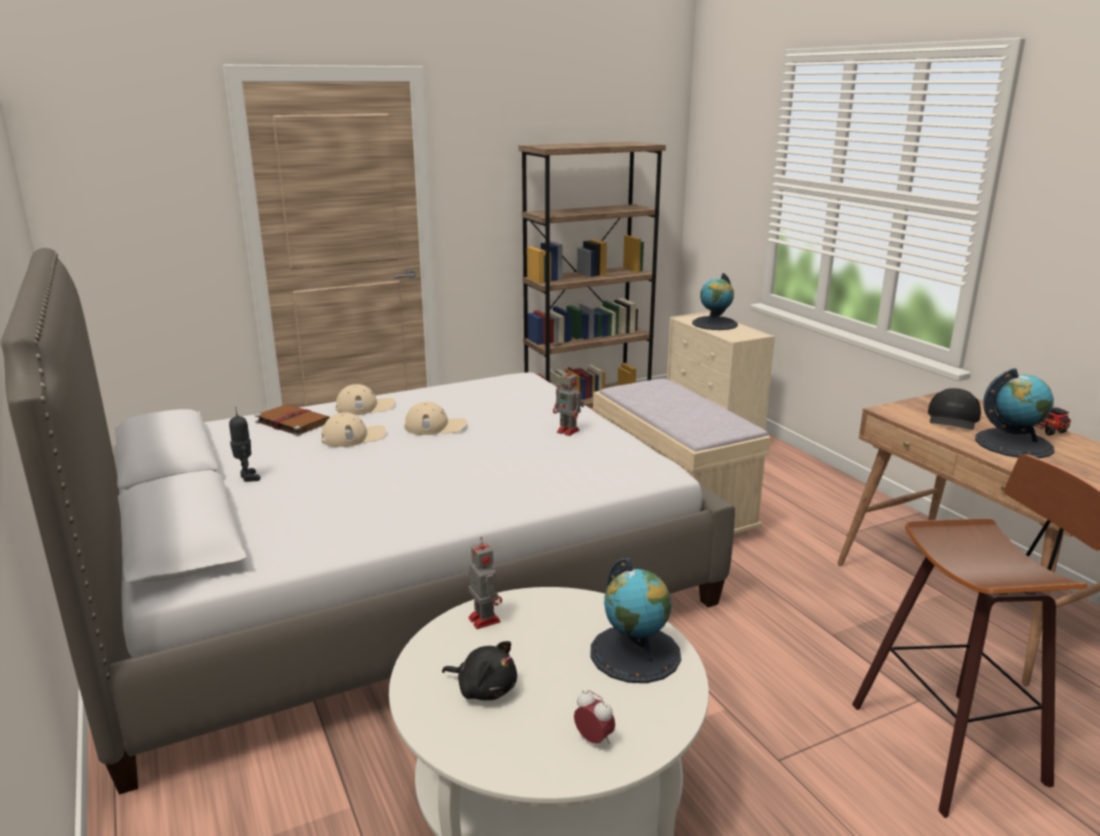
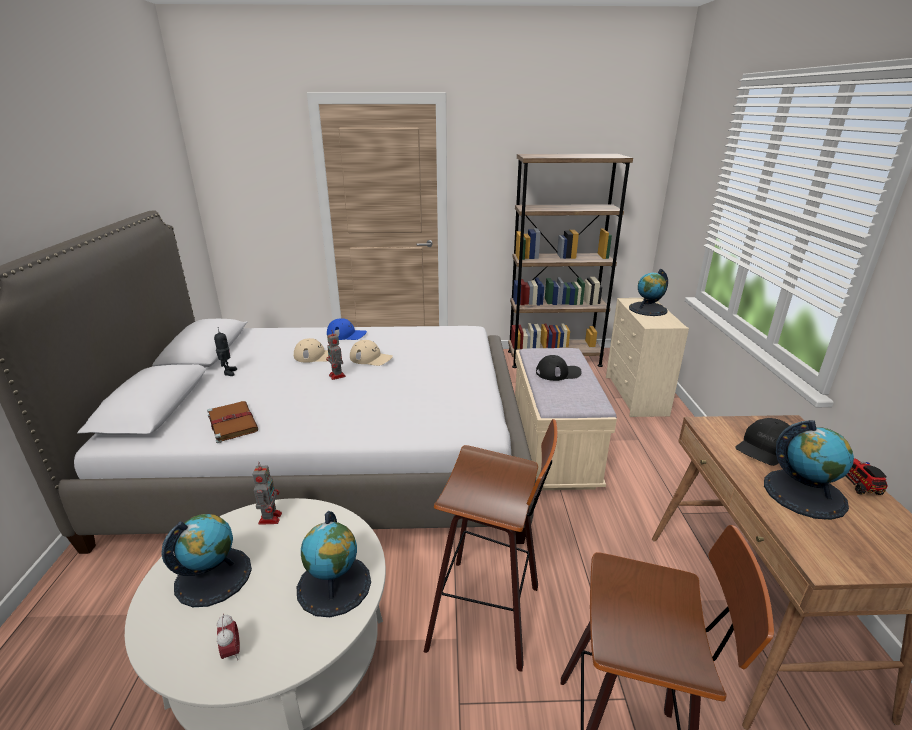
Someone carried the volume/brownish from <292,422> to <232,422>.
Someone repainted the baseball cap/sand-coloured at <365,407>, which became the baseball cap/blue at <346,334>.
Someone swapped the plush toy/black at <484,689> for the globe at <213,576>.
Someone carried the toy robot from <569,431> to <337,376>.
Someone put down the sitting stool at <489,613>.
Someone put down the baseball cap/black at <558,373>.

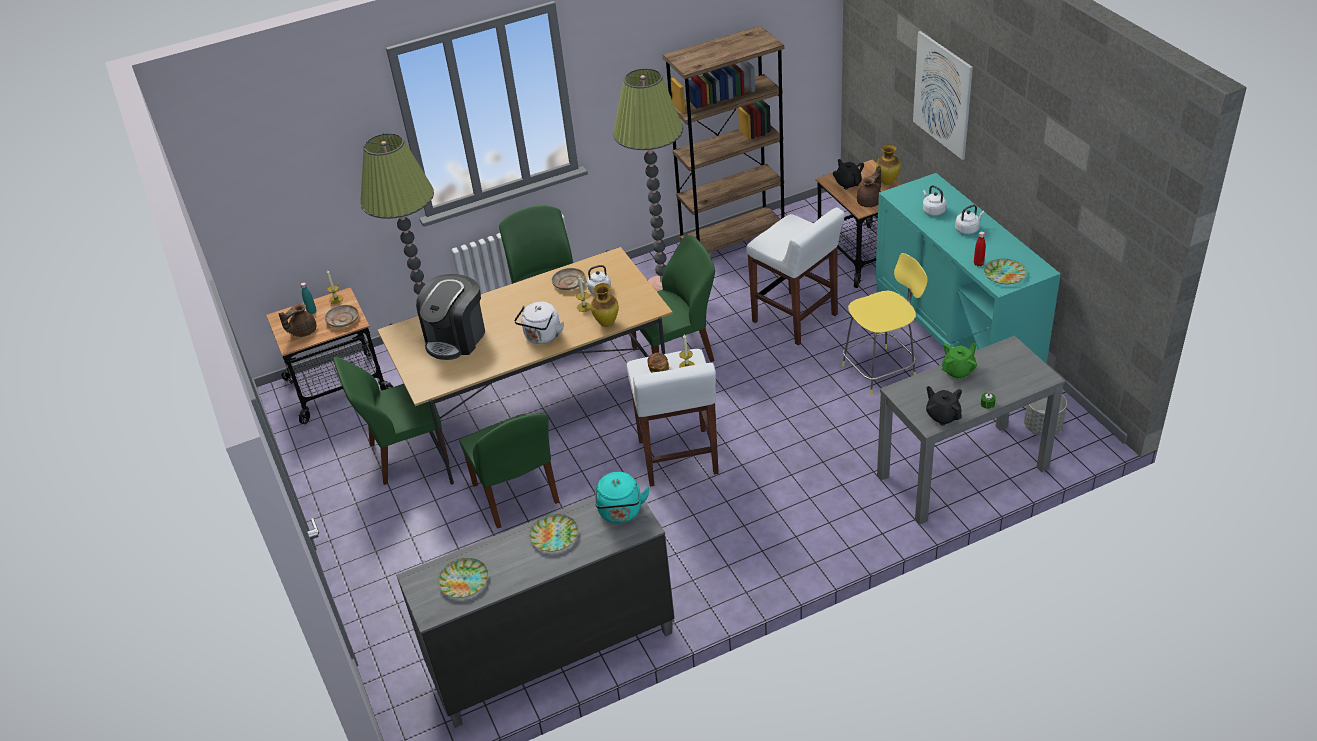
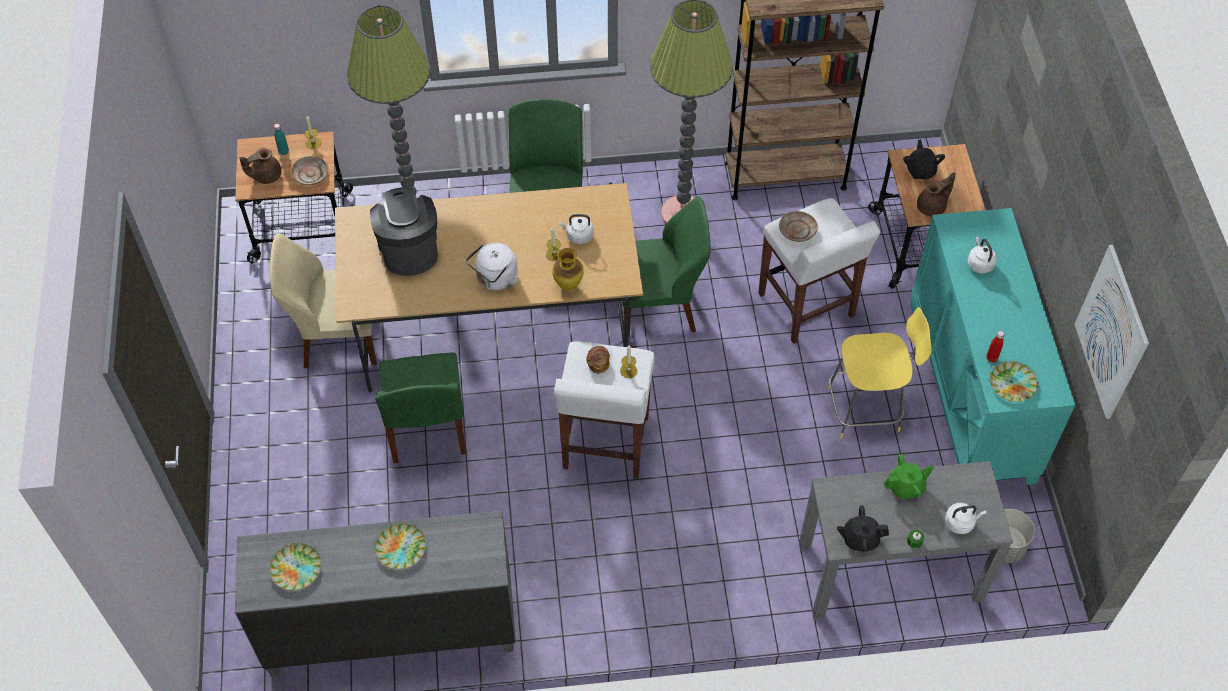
Someone repainted the chair/greenish at <406,454>, which became the chair/sand-coloured at <338,338>.
Someone rotated the coffee brewer at <456,338> by 120 degrees clockwise.
Someone carried the dinner plate/sand-coloured from <569,283> to <797,230>.
Someone took away the water kettle/turquoise-coloured at <621,513>.
Someone took away the decorative vase at <888,182>.
Someone carried the picture from <942,95> to <1111,333>.
Someone rotated the tea pot/black at <942,416> by 75 degrees counterclockwise.
Someone carried the water kettle/white from <968,229> to <960,522>.

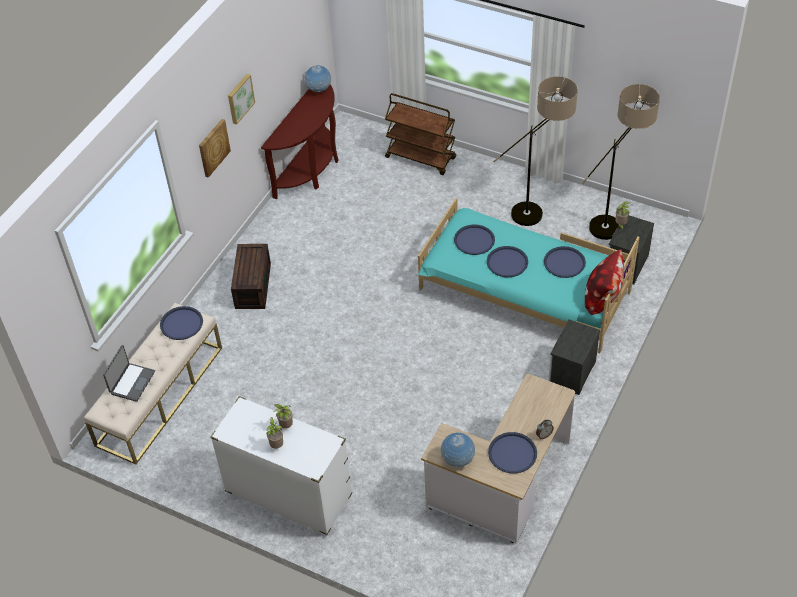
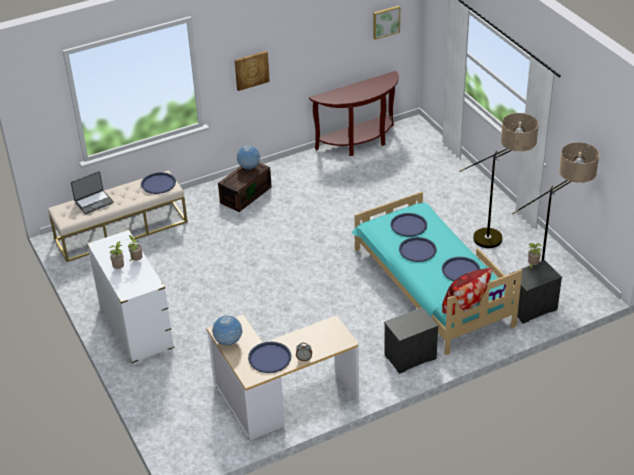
Someone carried the picture from <239,98> to <385,21>.
Someone carried the globe from <319,90> to <249,168>.
Someone took away the trolley/brownish at <421,158>.

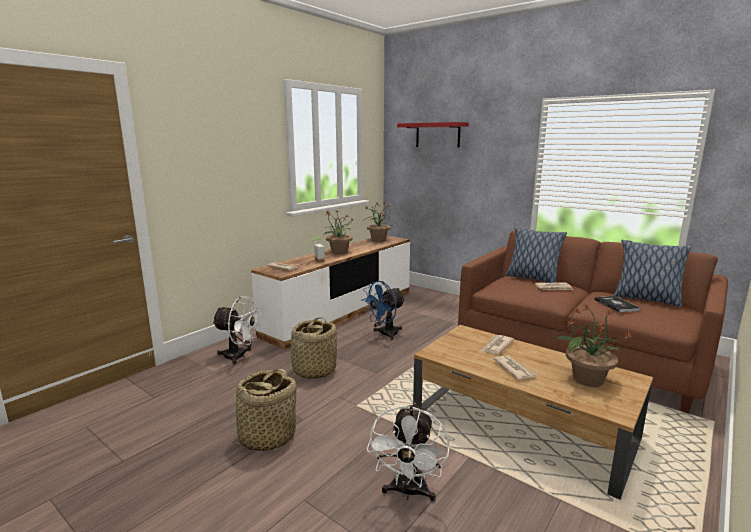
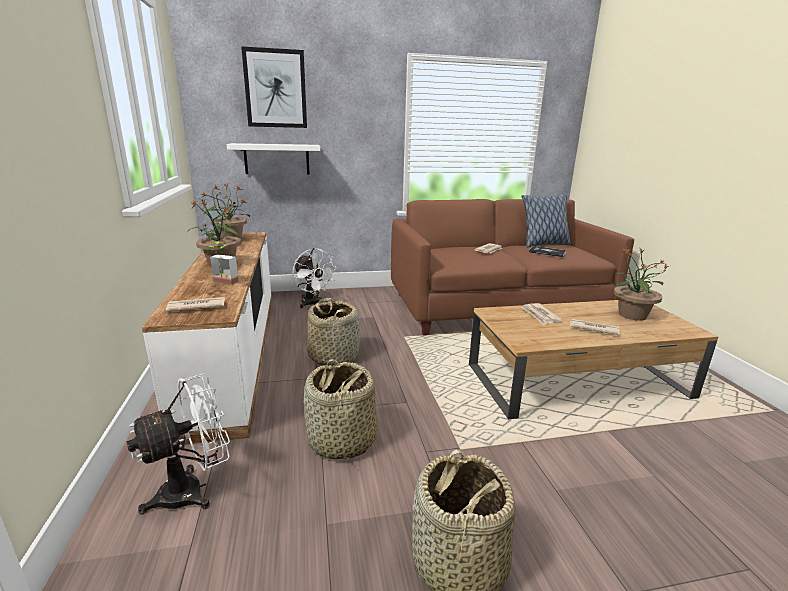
Someone swapped the electric fan/blue at <384,334> for the basket at <334,356>.
Someone carried the electric fan/white from <408,492> to <313,304>.
Someone swapped the bracket shelf/red at <437,135> for the picture at <275,89>.
Someone took away the pillow at <532,278>.
Someone put up the bracket shelf/white at <277,159>.

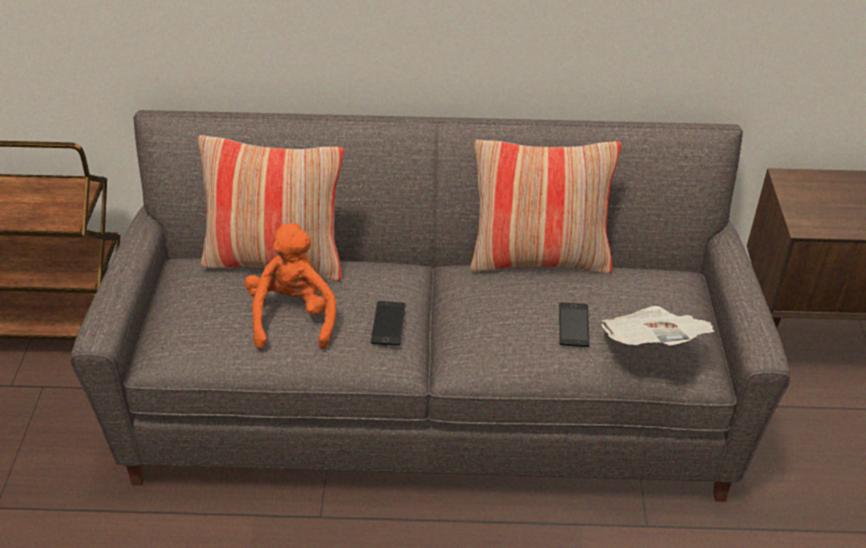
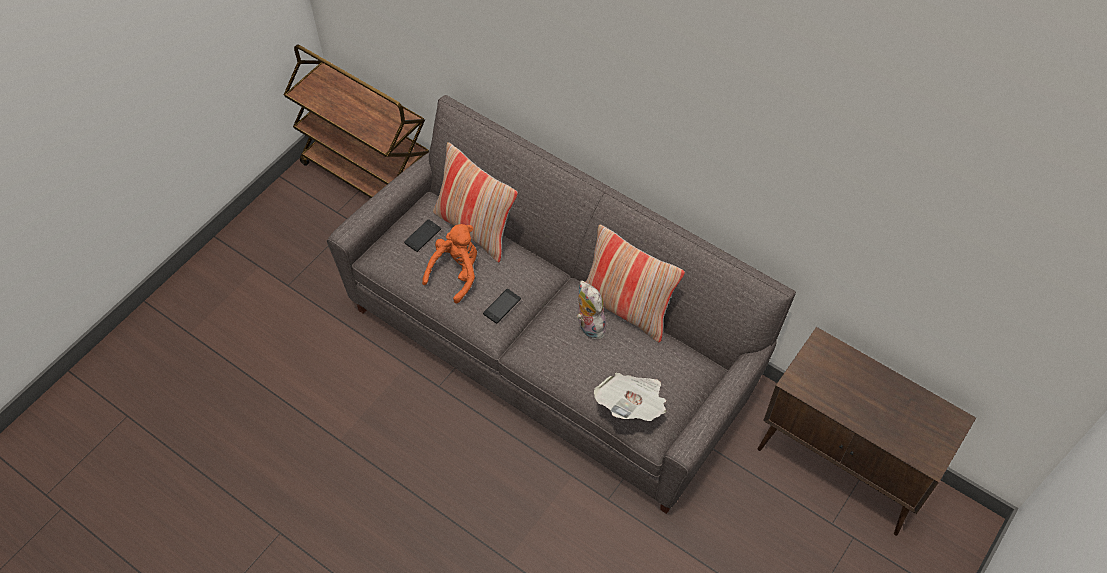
Someone carried the phone from <573,325> to <422,236>.
Someone put down the plush toy at <588,326>.

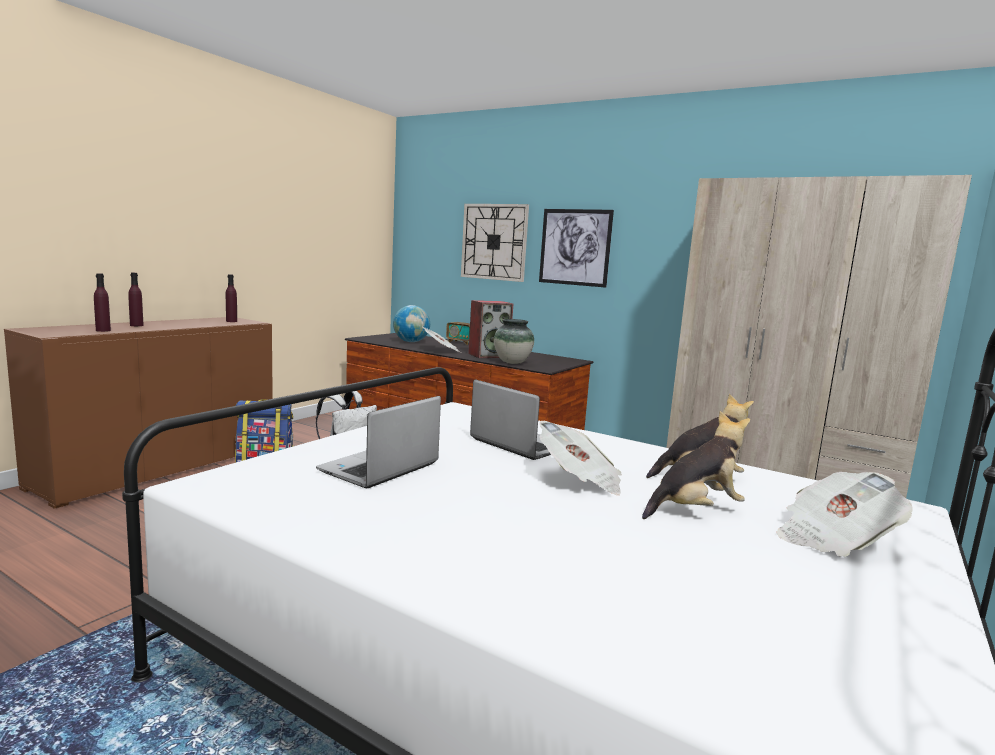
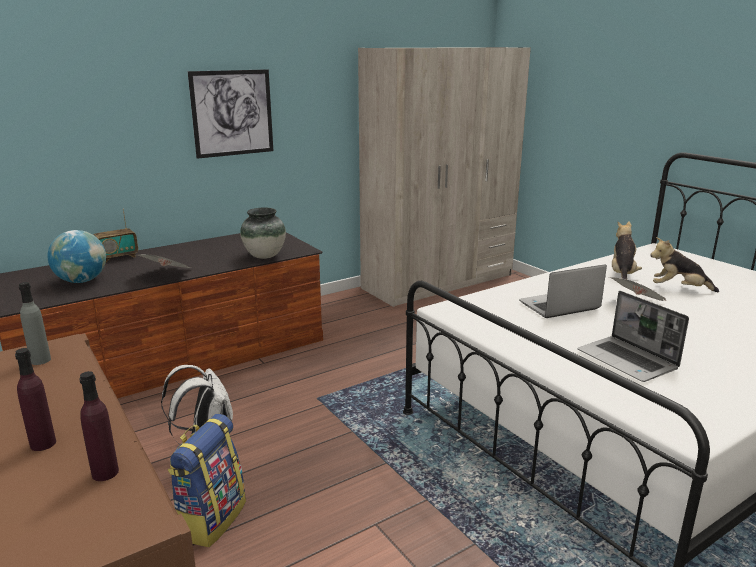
Someone repainted the beverage bottle/purple-coloured at <231,321>, which became the beverage bottle/gray at <40,360>.
Someone took away the wall clock at <494,242>.
Someone took away the audio speaker at <489,355>.
Someone rotated the plush toy at <695,510> by 75 degrees counterclockwise.
Someone took away the newspaper at <833,539>.

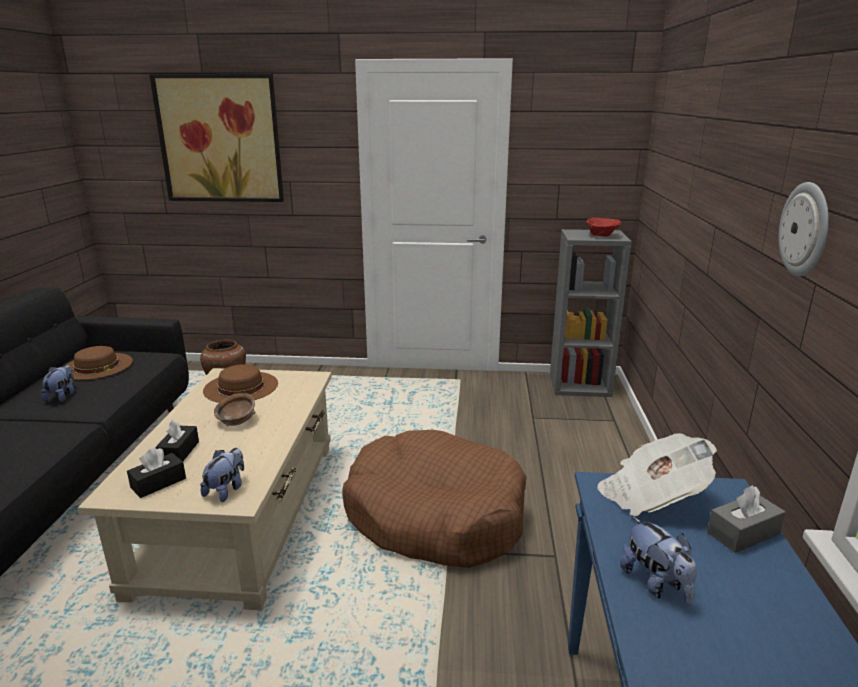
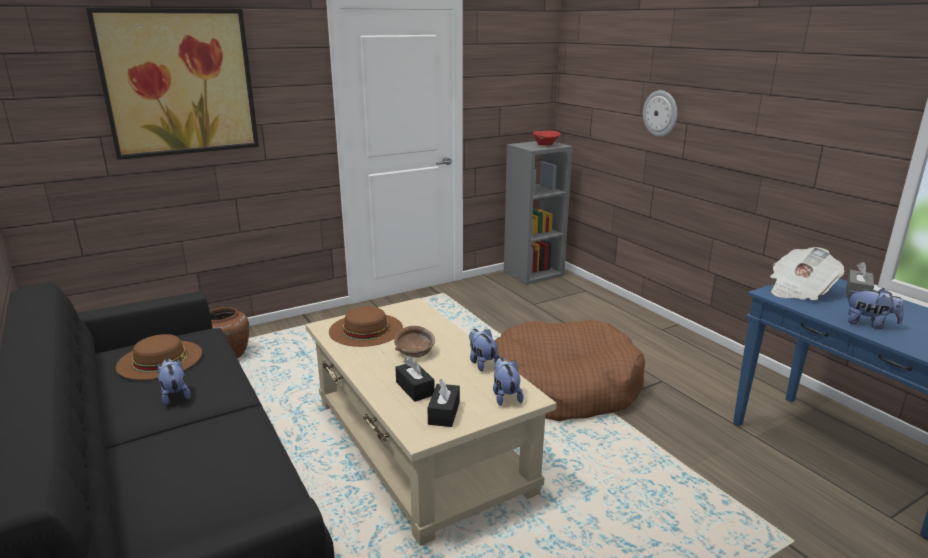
Someone carried the wall clock from <805,229> to <660,113>.
Someone put down the plush toy at <482,363>.

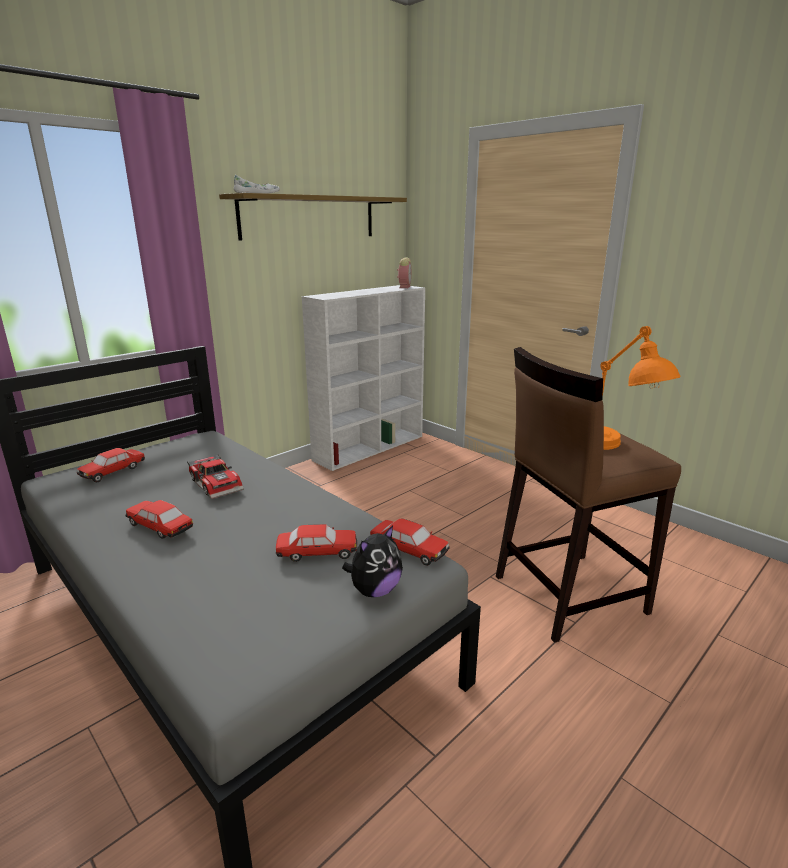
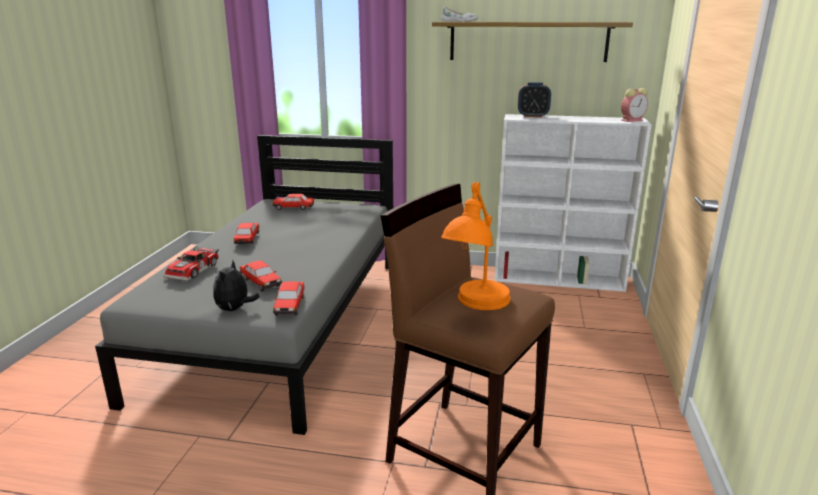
Someone carried the model car from <218,483> to <194,270>.
Someone rotated the plush toy at <374,590> by 90 degrees clockwise.
Someone put down the bedside clock at <532,116>.

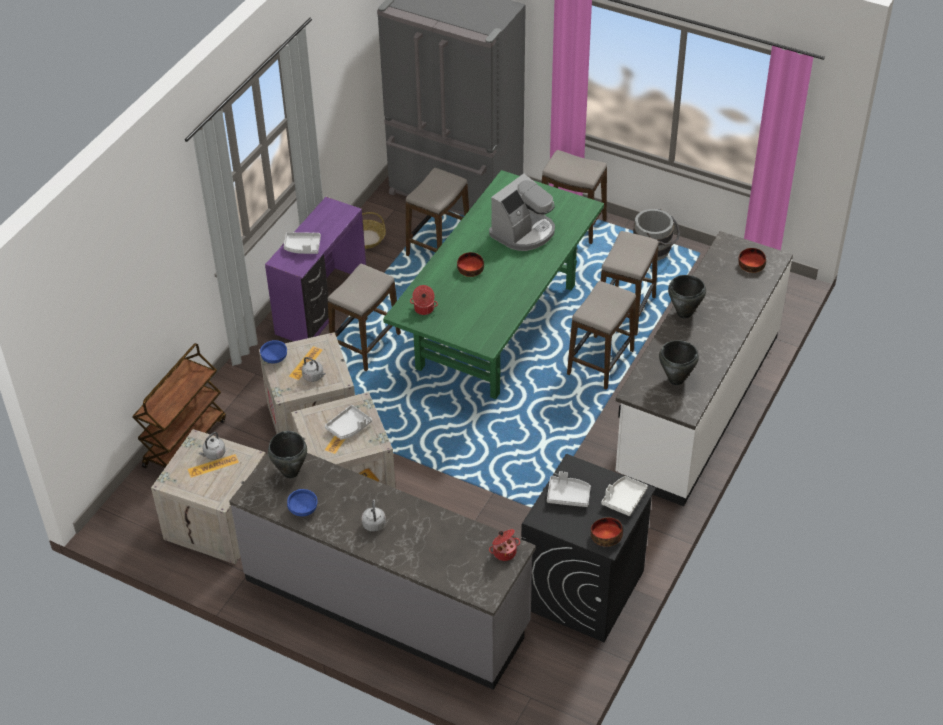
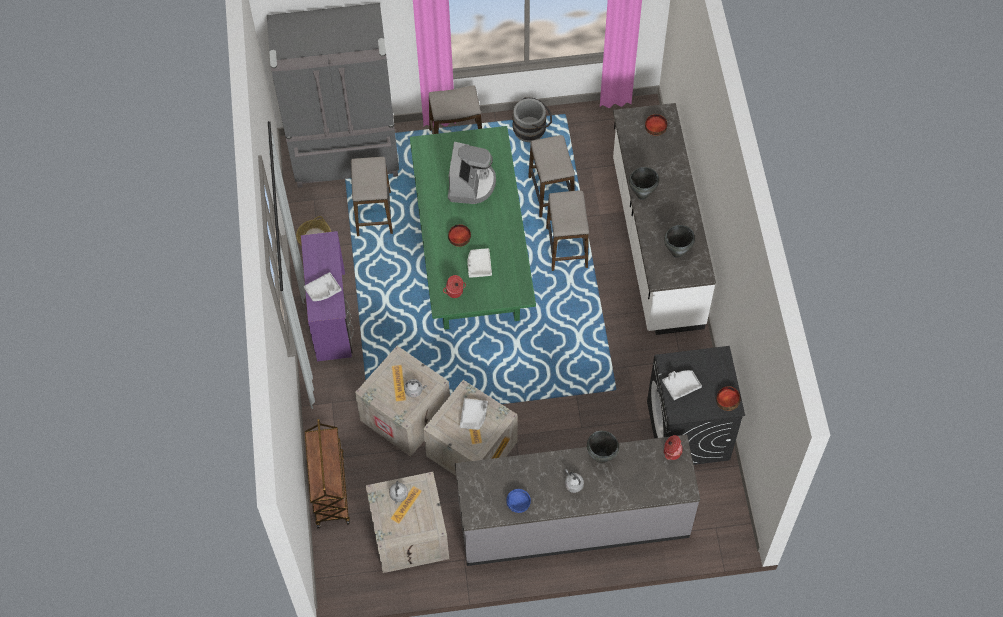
Someone took away the bowl/blue at <274,358>.
Someone carried the cooking pot/black from <290,472> to <601,458>.
Someone took away the sitting stool at <365,344>.
Someone carried the tray/white from <623,499> to <479,265>.

